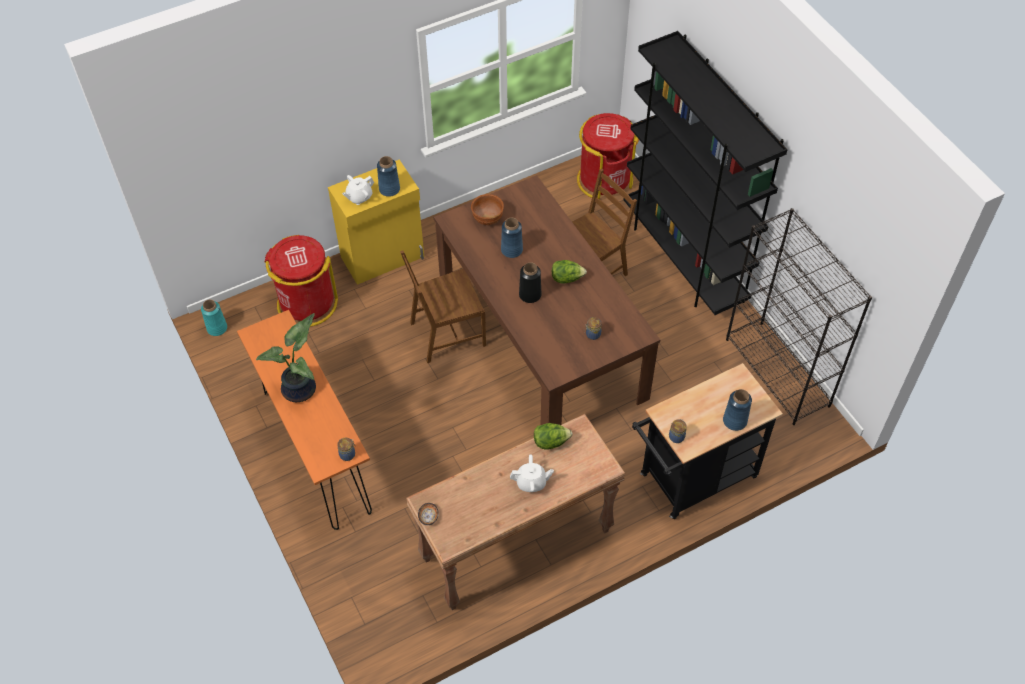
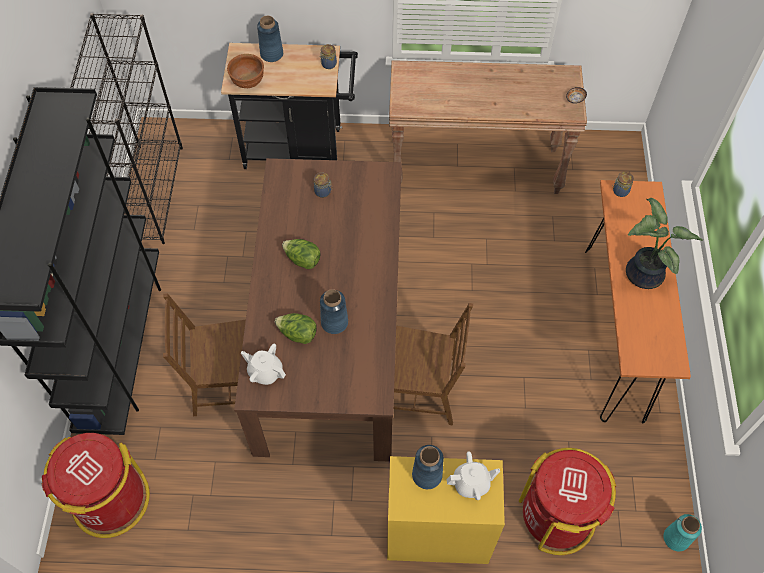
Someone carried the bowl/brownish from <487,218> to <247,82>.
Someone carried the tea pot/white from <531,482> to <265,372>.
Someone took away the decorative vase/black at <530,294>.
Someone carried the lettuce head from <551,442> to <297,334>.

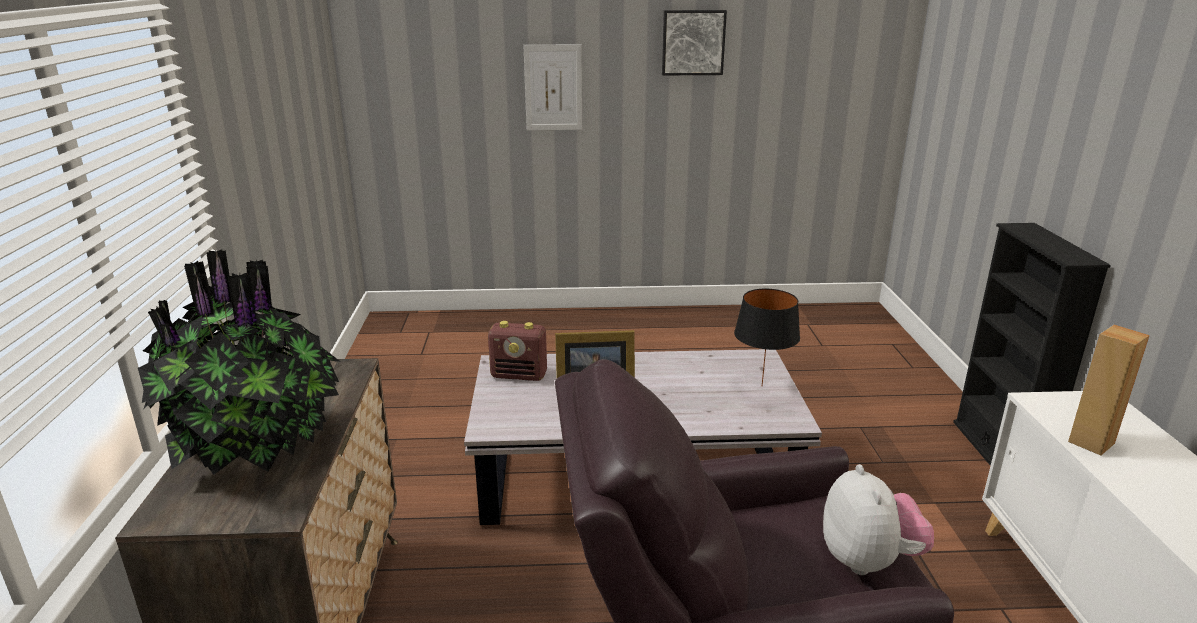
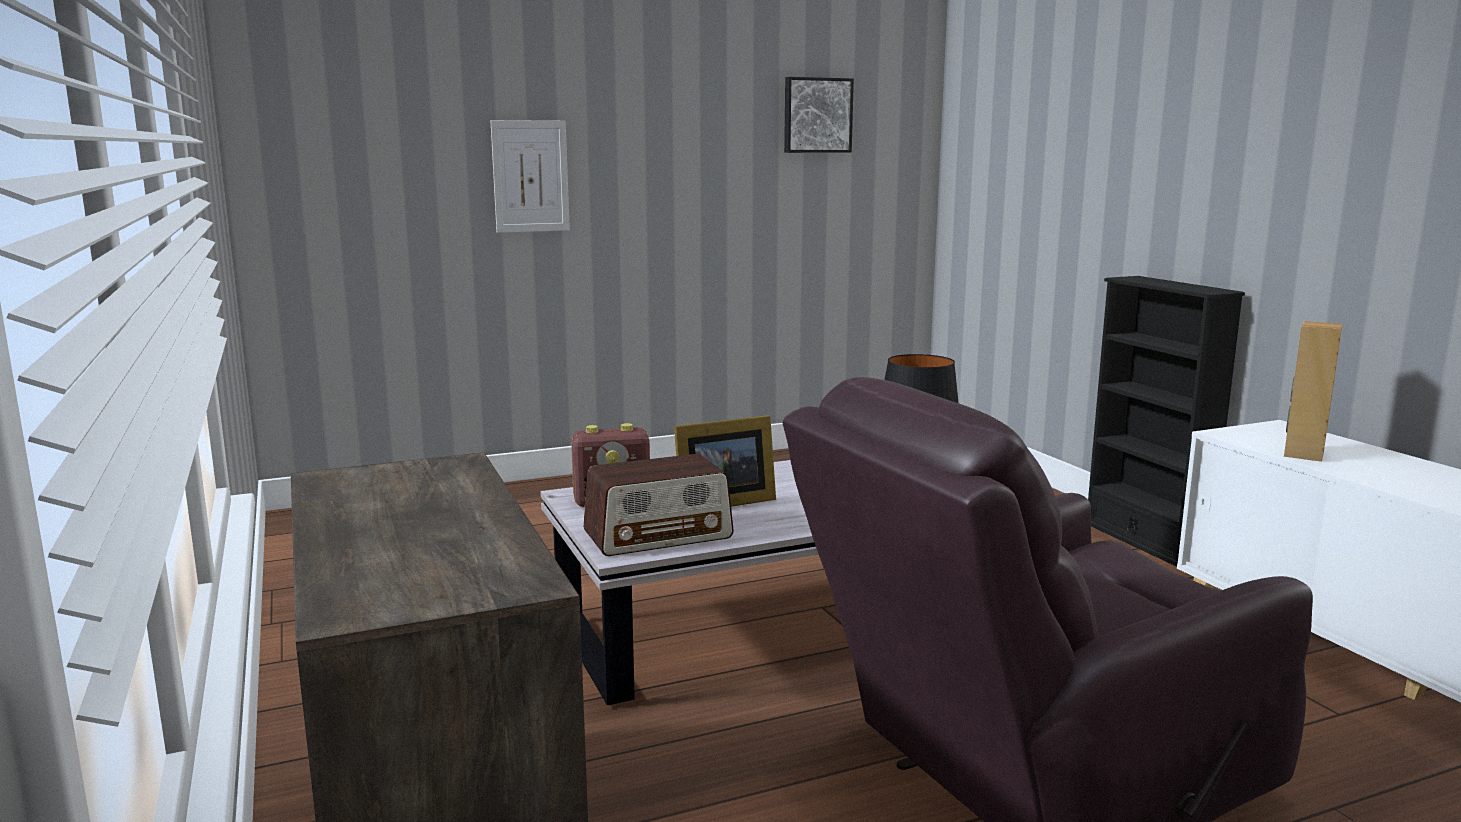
Someone took away the potted plant at <260,447>.
Someone carried the picture from <693,42> to <817,115>.
Someone took away the plush toy at <869,560>.
Someone put down the radio set at <659,535>.

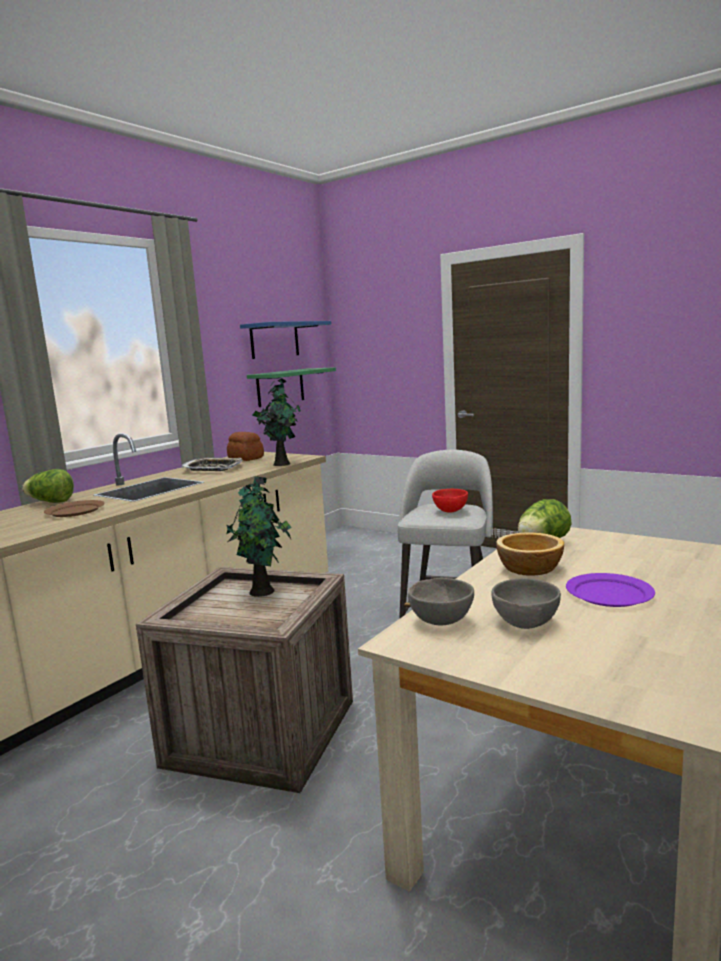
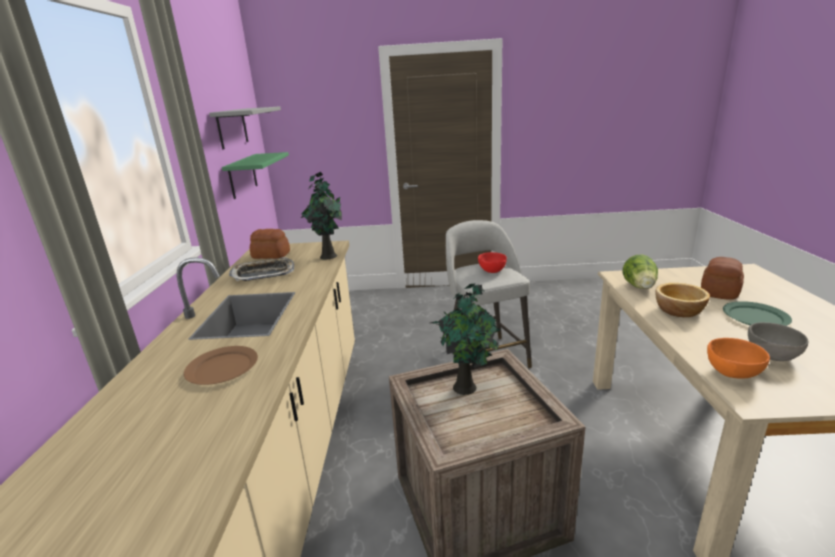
Someone took away the lettuce head at <51,502>.
Someone repainted the bracket shelf/blue at <274,340>, which became the bracket shelf/gray at <232,128>.
Someone repainted the bowl/gray at <441,621>, which became the bowl/orange at <731,372>.
Someone repainted the dinner plate/purple-coloured at <610,594>, which became the dinner plate/greenish at <755,317>.
Someone put down the bakery bread at <719,291>.

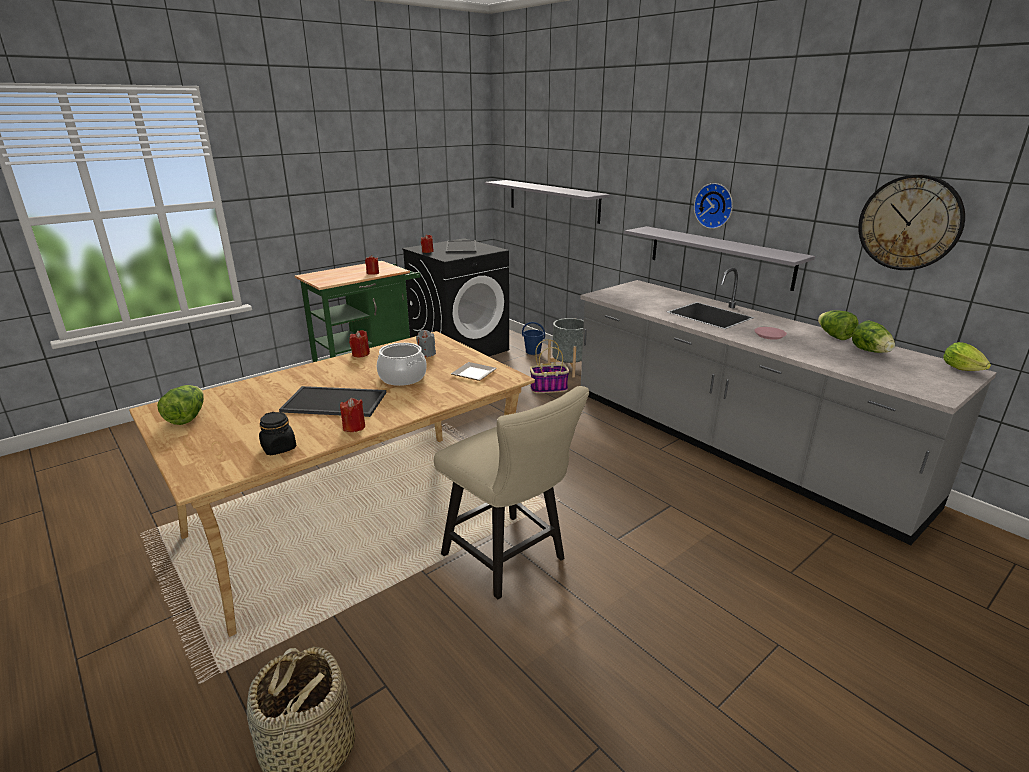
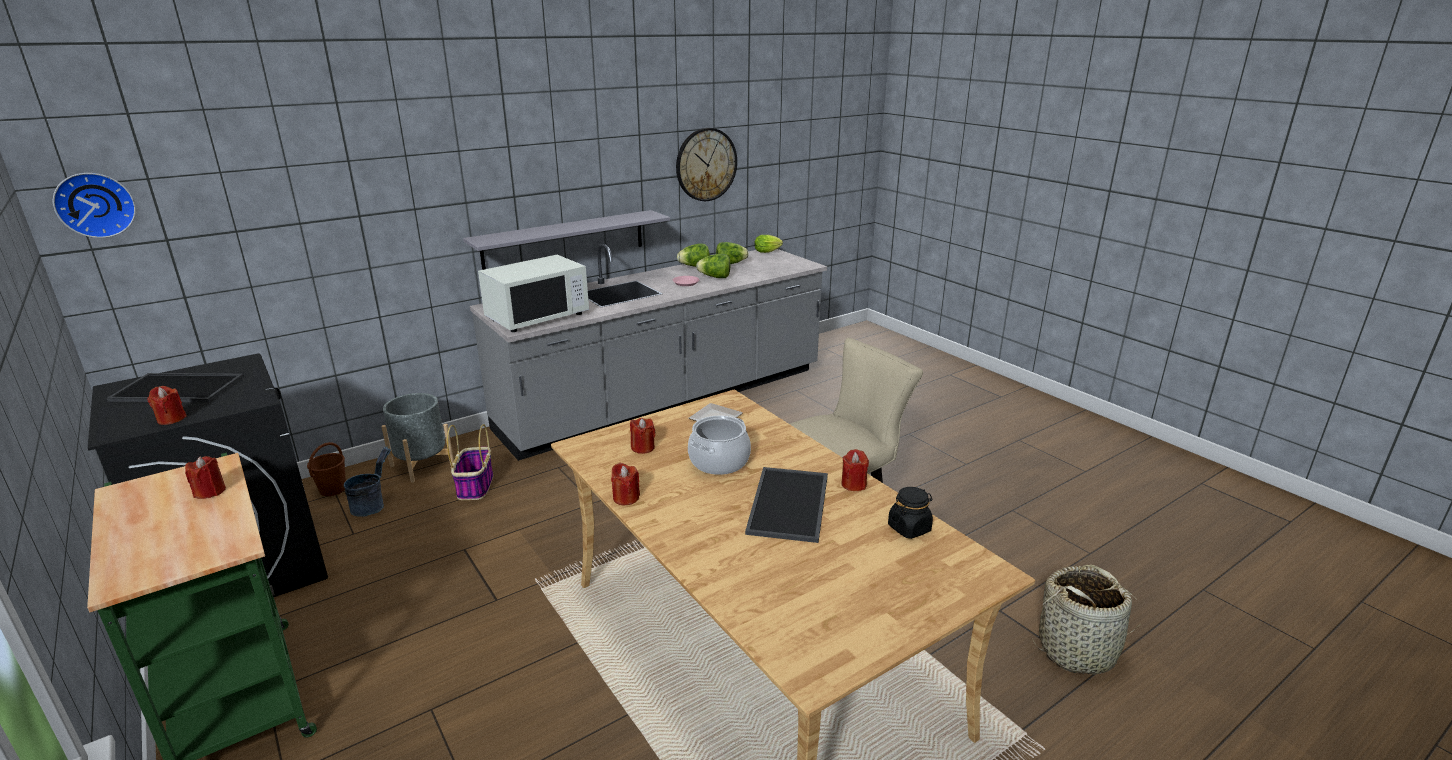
Someone carried the lettuce head from <187,417> to <715,277>.
Someone repainted the wax candle/gray at <426,354>, which became the wax candle/red at <643,448>.
Someone took away the bracket shelf/gray at <553,200>.
Someone repainted the pail/blue at <533,352>, which became the pail/brownish at <333,489>.
Someone carried the wall clock from <714,205> to <95,204>.
Someone put down the pail/gray at <372,505>.
Someone put down the microwave/white at <537,316>.

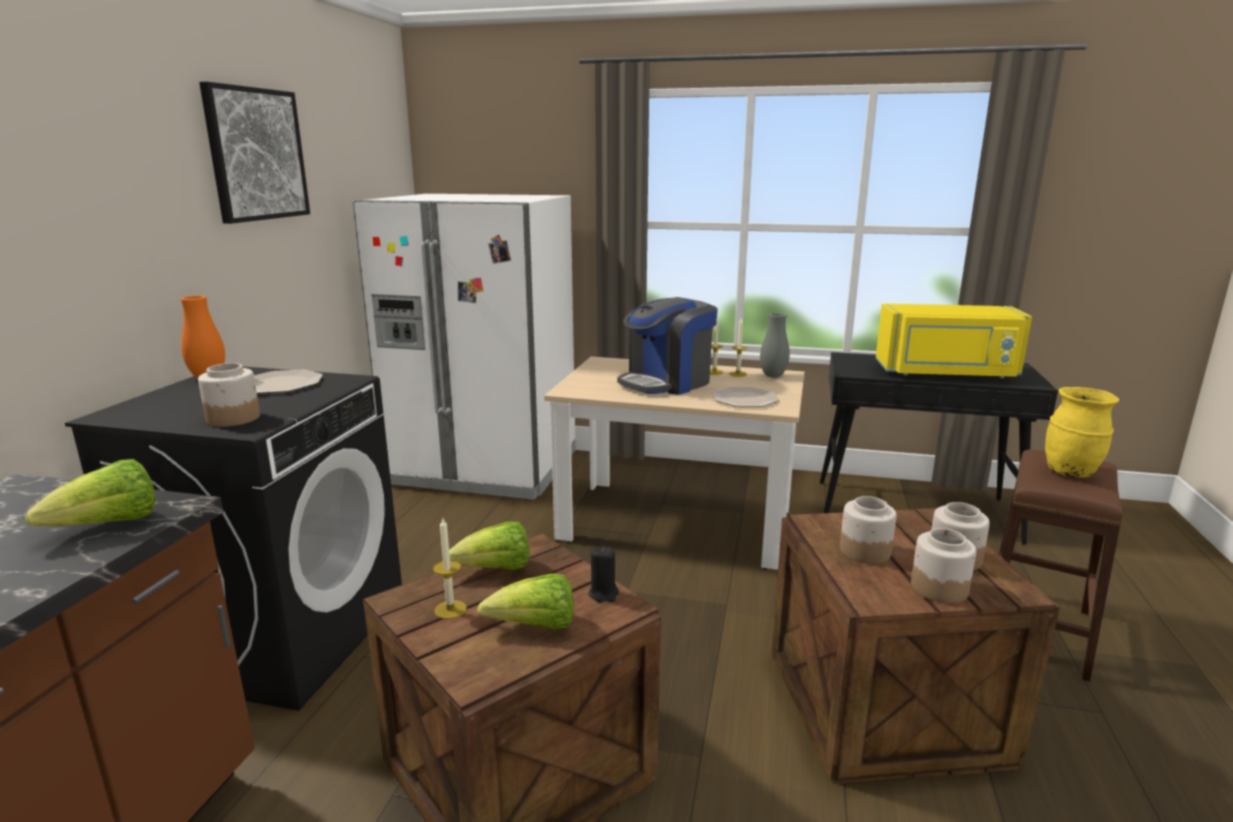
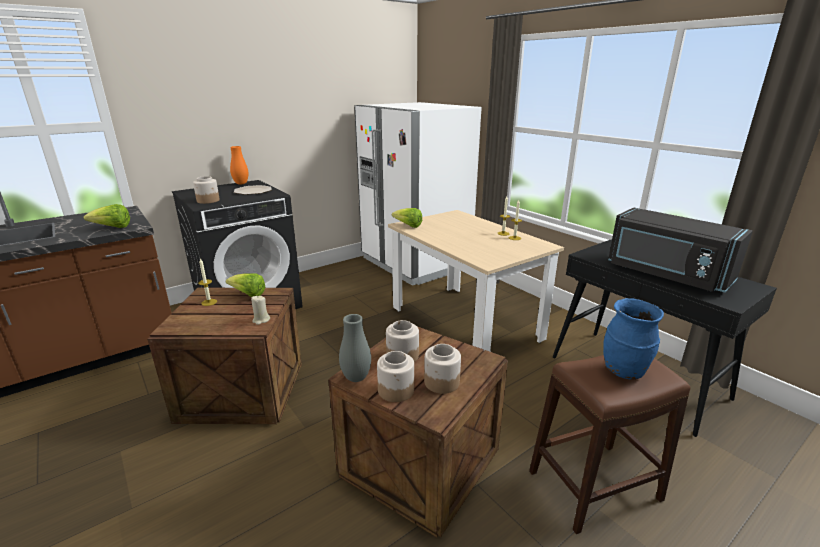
Someone took away the picture at <256,154>.
Someone carried the lettuce head from <535,627> to <408,226>.
Someone repainted the wax candle/black at <603,594>, which became the wax candle/sand-coloured at <261,320>.
Someone took away the coffee brewer at <667,382>.
Someone took away the dinner plate at <744,399>.
Someone carried the decorative vase/gray from <773,376> to <356,378>.
Someone repainted the microwave/yellow at <946,373>, which became the microwave/black at <666,274>.
Someone repainted the decorative vase/yellow at <1071,472>, which became the decorative vase/blue at <624,371>.

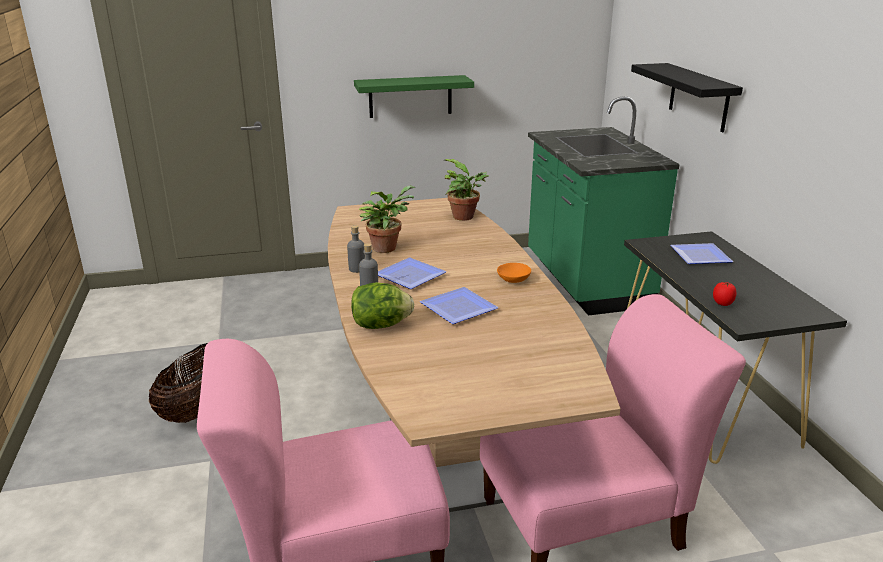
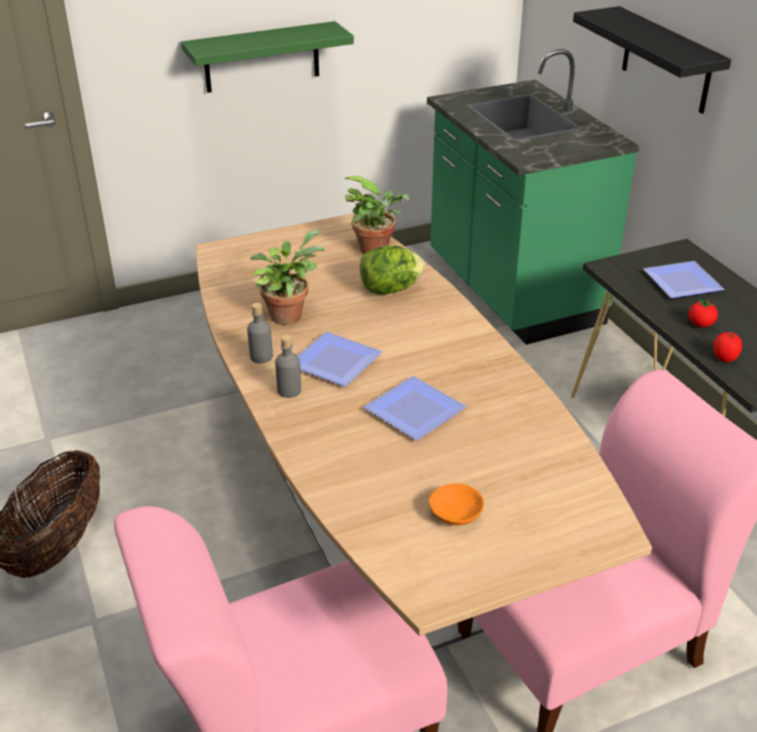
Someone carried the lettuce head from <381,325> to <390,289>.
Someone carried the bowl/orange from <514,279> to <457,514>.
Someone put down the tomato at <700,324>.

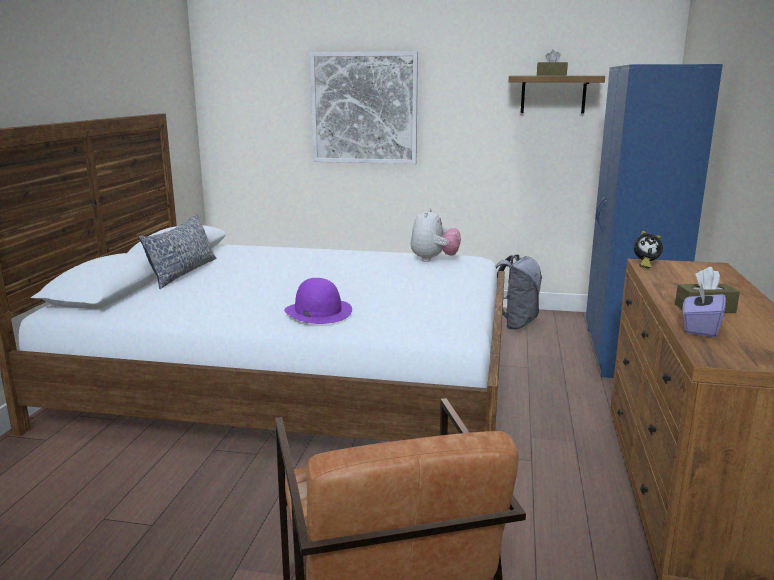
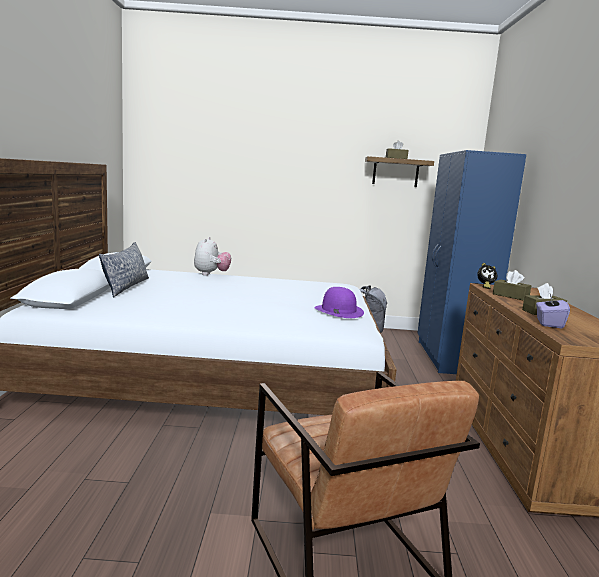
Someone carried the clothing hat/purple-coloured from <318,311> to <338,311>.
Someone took away the picture at <364,108>.
Someone carried the plush toy from <434,259> to <211,274>.
Someone put down the tissue box/brownish at <510,296>.

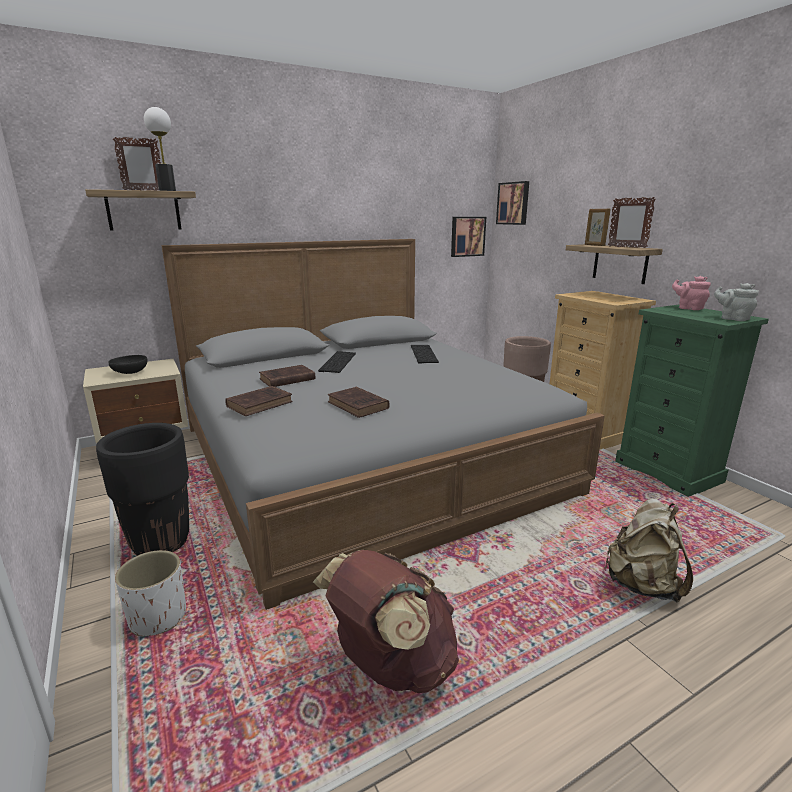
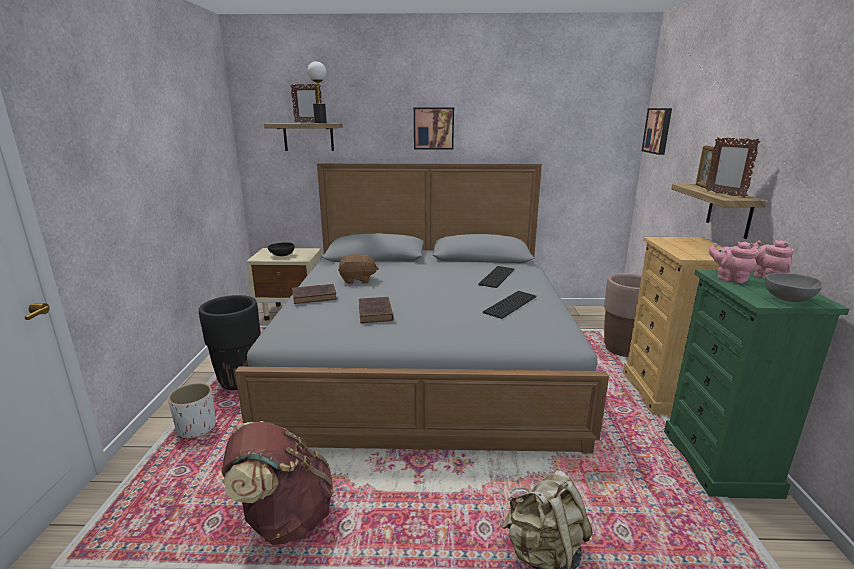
Someone swapped the volume/brownish at <286,379> for the plush toy/brownish at <358,280>.
Someone carried the computer keyboard from <337,361> to <509,304>.
Someone carried the picture from <467,236> to <433,128>.
Someone swapped the tea pot/gray at <732,318> for the bowl/gray at <790,300>.
Someone put down the tea pot/pink-coloured at <729,279>.

